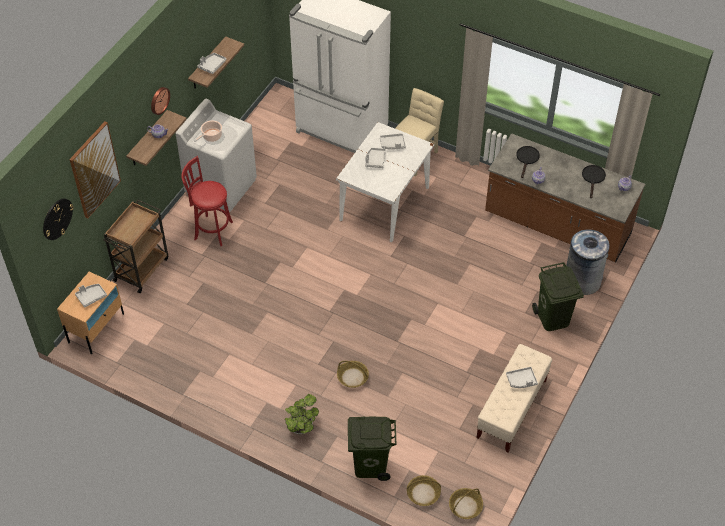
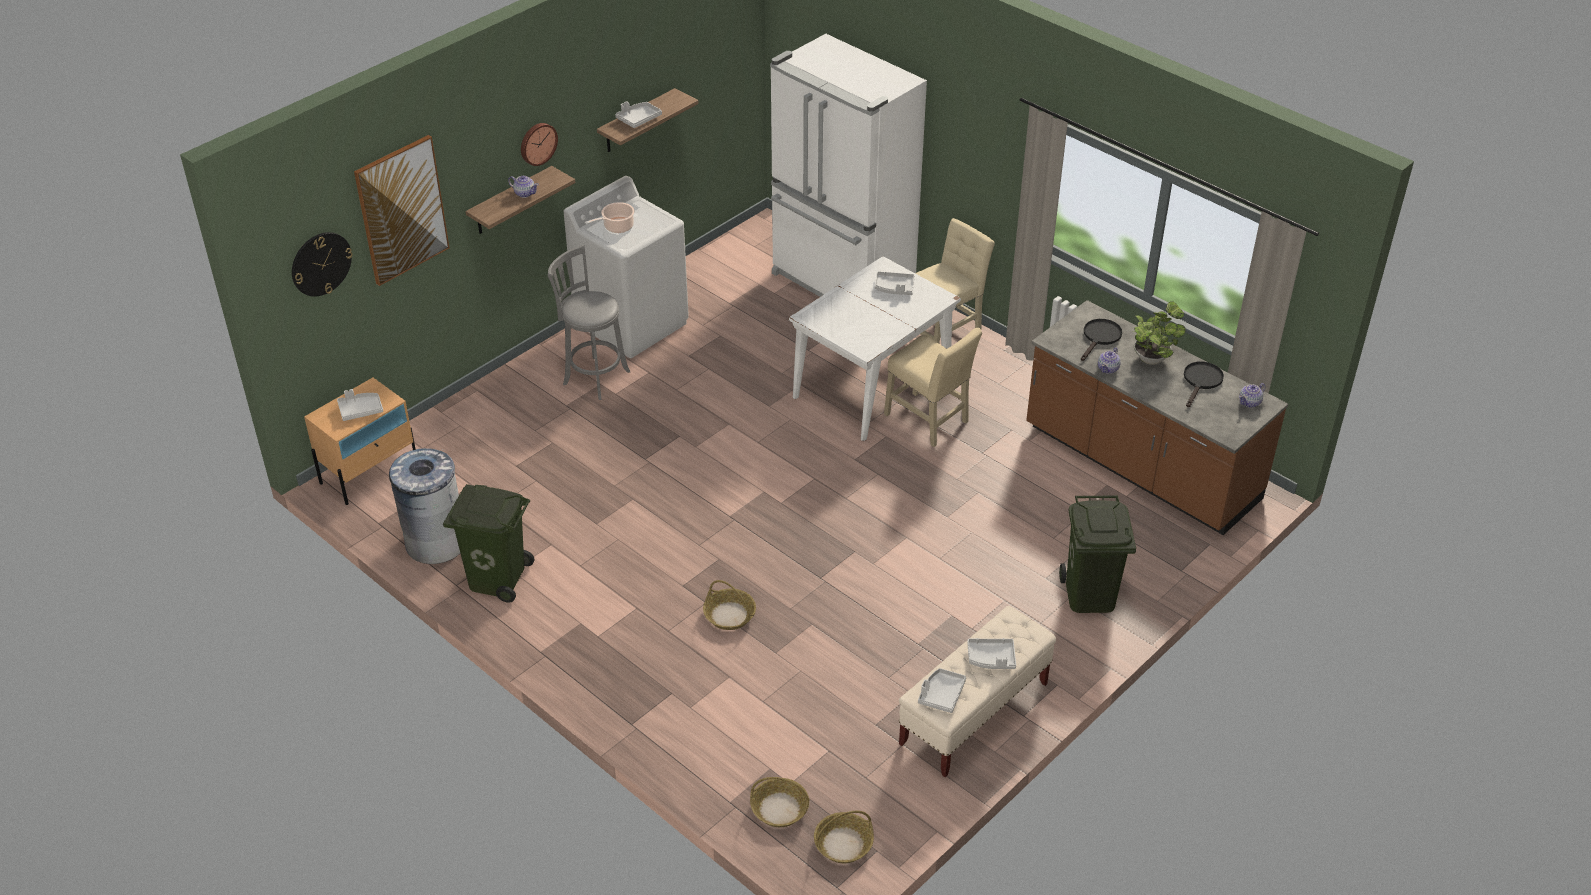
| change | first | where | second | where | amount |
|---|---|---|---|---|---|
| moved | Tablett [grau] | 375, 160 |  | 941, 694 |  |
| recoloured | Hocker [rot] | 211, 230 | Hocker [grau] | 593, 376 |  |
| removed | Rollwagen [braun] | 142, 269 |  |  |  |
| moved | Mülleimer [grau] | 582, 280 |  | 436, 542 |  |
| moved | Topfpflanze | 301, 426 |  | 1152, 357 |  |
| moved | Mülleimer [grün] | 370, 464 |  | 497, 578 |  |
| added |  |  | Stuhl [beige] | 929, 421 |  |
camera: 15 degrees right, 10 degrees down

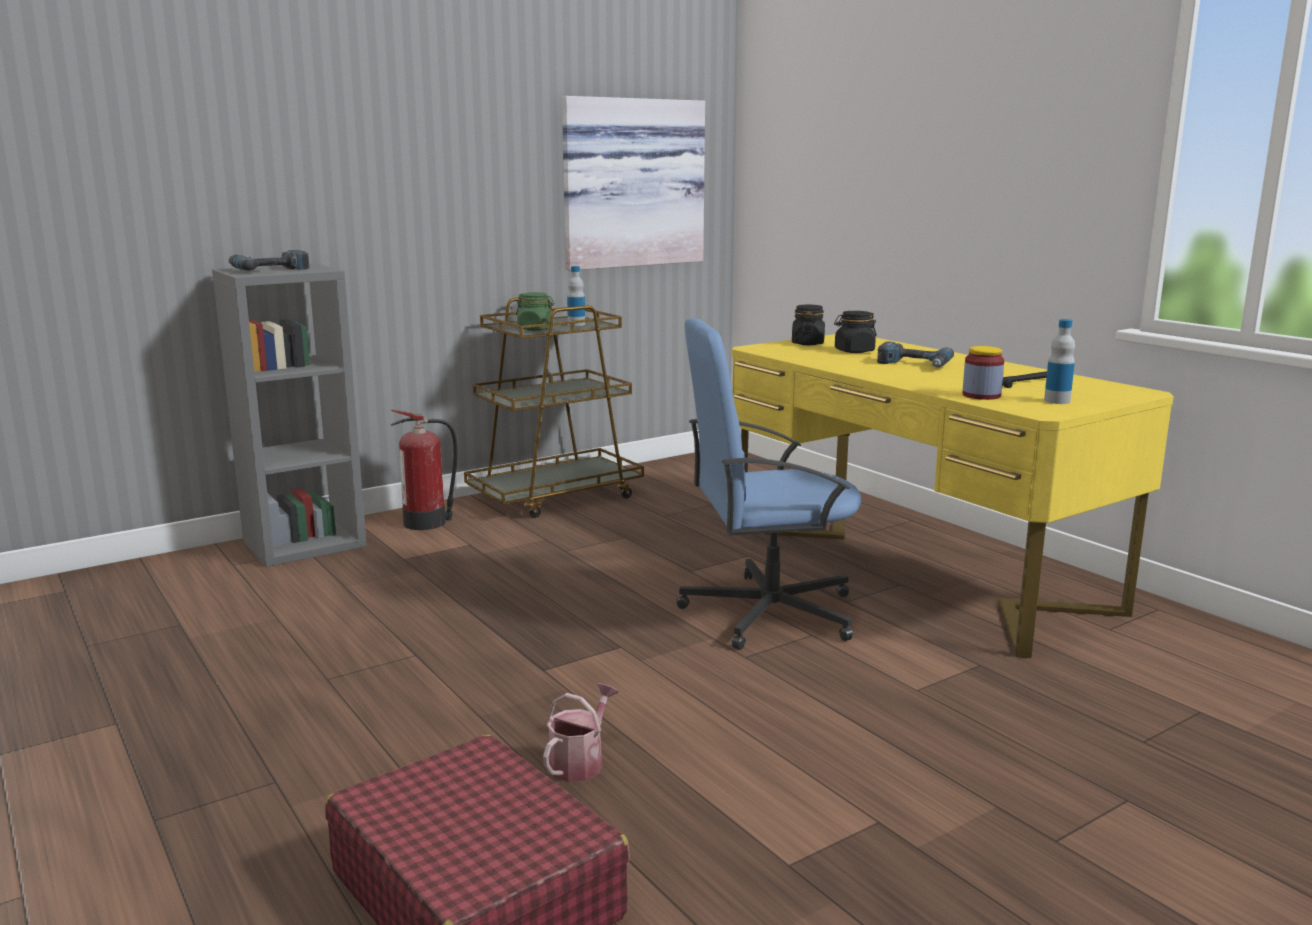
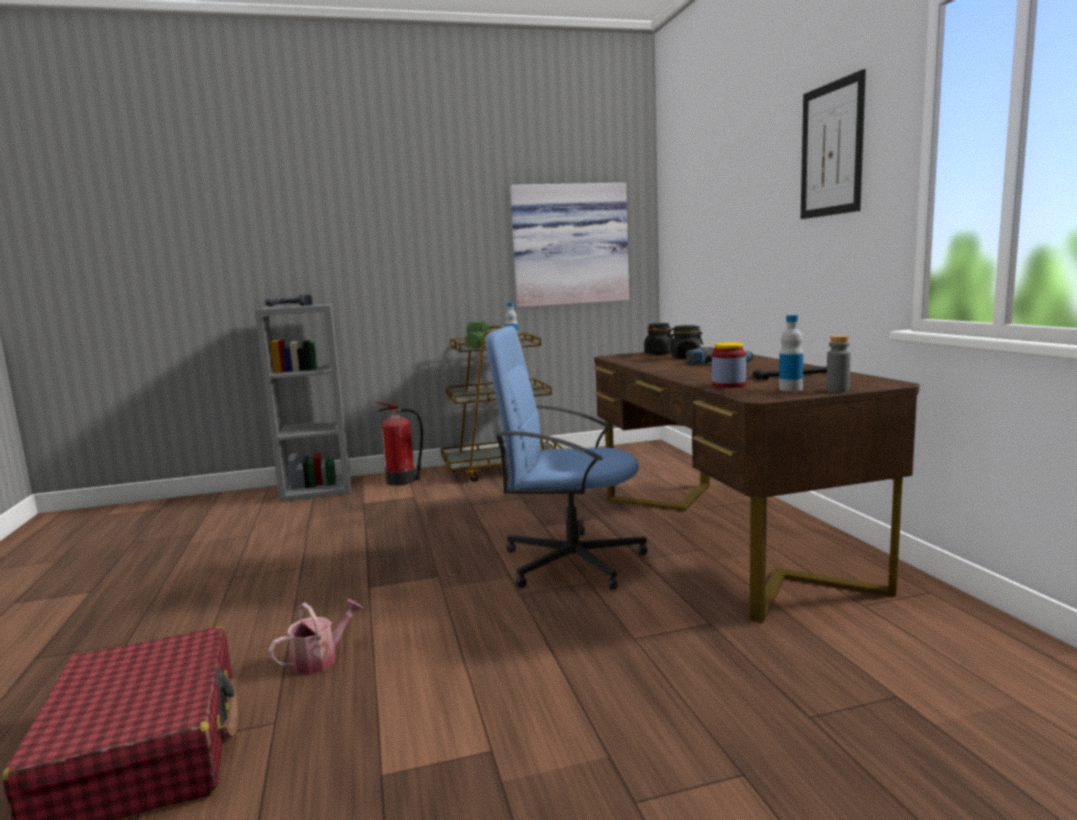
| change | first | where | second | where | amount |
|---|---|---|---|---|---|
| recoloured | Schreibtisch [gelb] | 914, 568 | Schreibtisch [braun] | 724, 537 |  |
| added |  |  | Bild | 831, 150 |  |
| added |  |  | Flasche [grau] | 837, 390 |  |
camera: 20 degrees right, 5 degrees down

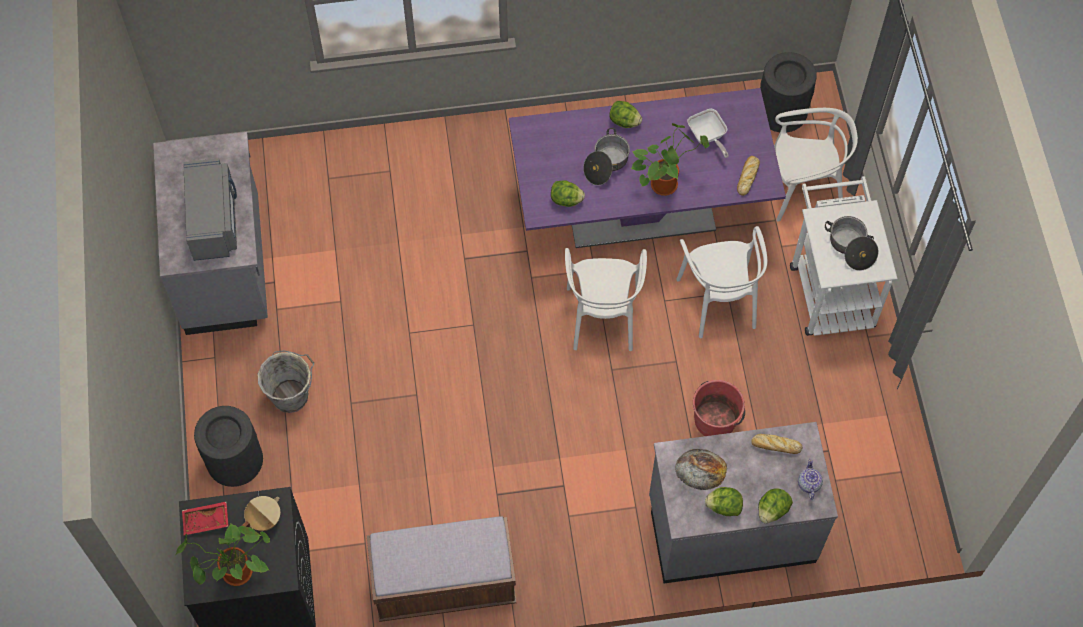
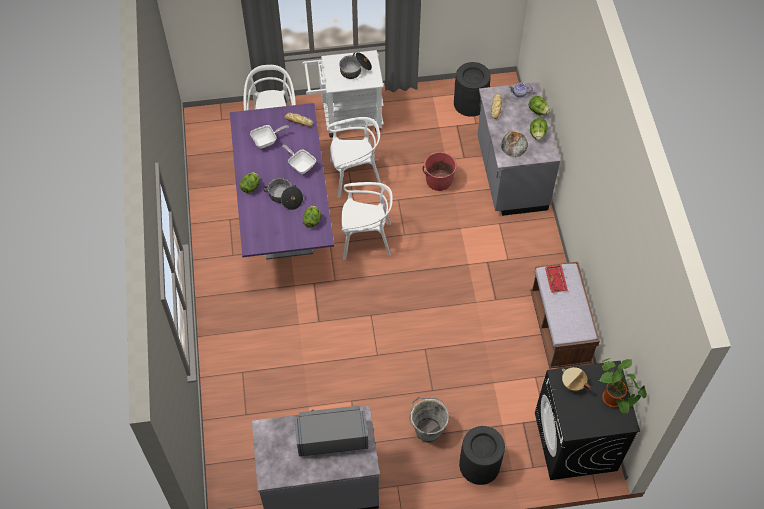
| change | first | where | second | where | amount |
|---|---|---|---|---|---|
| moved | Mülleimer [schwarz] | 782, 111 |  | 470, 103 |  |
| replaced | Topfpflanze | 665, 182 | Pfanne | 300, 165 |  |
| moved | Tablett [rot] | 206, 521 |  | 556, 280 |  |
camera: 90 degrees left, 5 degrees down

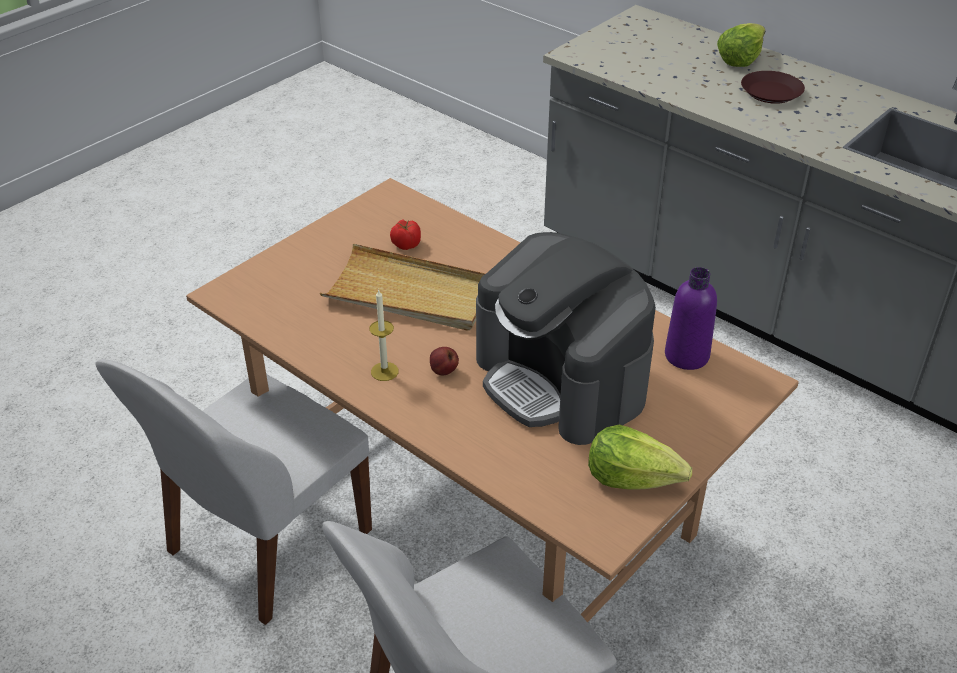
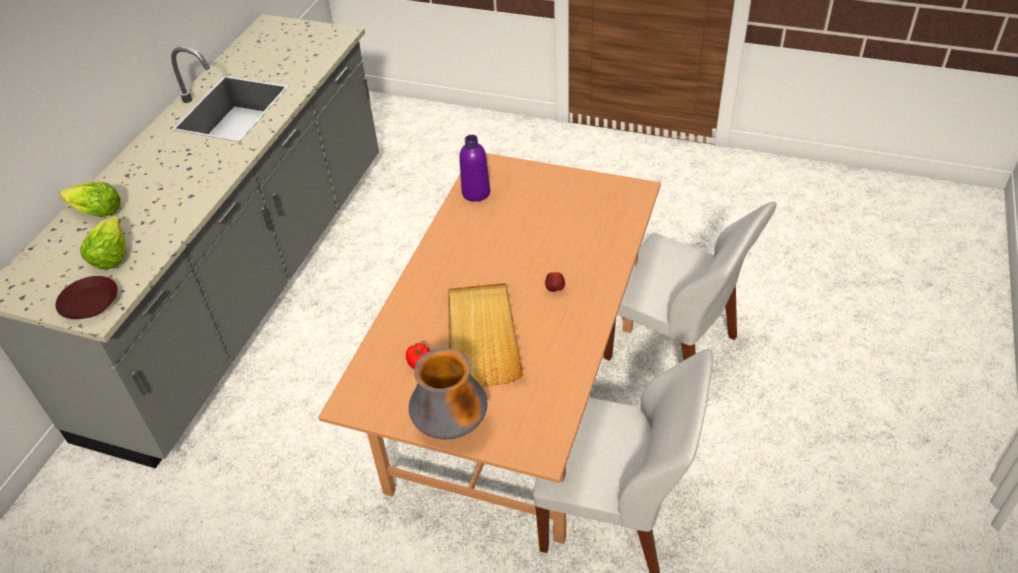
| change | first | where | second | where | amount |
|---|---|---|---|---|---|
| moved | Teller [braun] | 771, 93 |  | 90, 302 |  |
| removed | Kaffeemaschine | 561, 380 |  |  |  |
| removed | Kerze | 384, 371 |  |  |  |
| moved | Salatkopf | 633, 477 |  | 110, 255 |  |
| added |  |  | Vase | 451, 427 |  |
camera: 110 degrees left, 5 degrees up

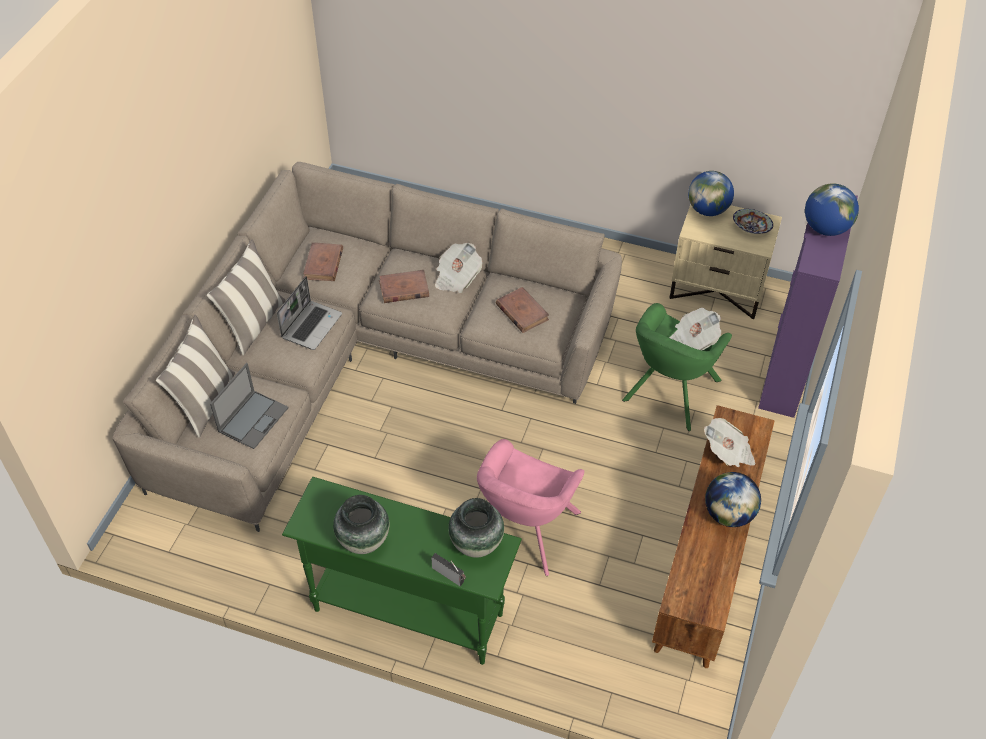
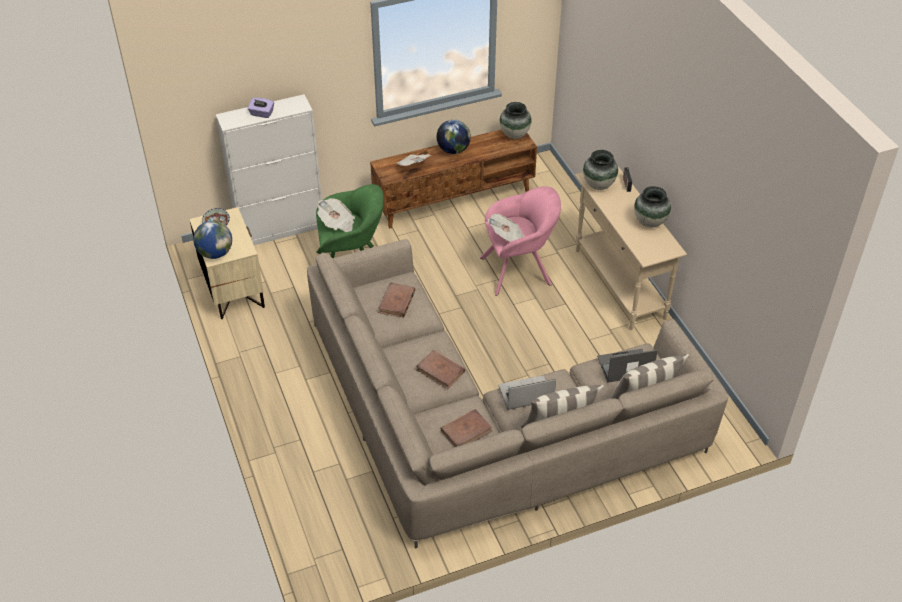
| change | first | where | second | where | amount |
|---|---|---|---|---|---|
| replaced | Globus | 825, 228 | Taschentuchbox [lila] | 261, 114 |  |
| recoloured | Schrank [lila] | 785, 371 | Schrank [weiß] | 281, 229 |  |
| moved | Zeitung | 457, 277 |  | 507, 236 |  |
| recoloured | Konsolentisch [grün] | 408, 611 | Konsolentisch [beige] | 619, 284 |  |
| added |  |  | Vase | 514, 135 |  |
camera: 130 degrees left, 5 degrees down

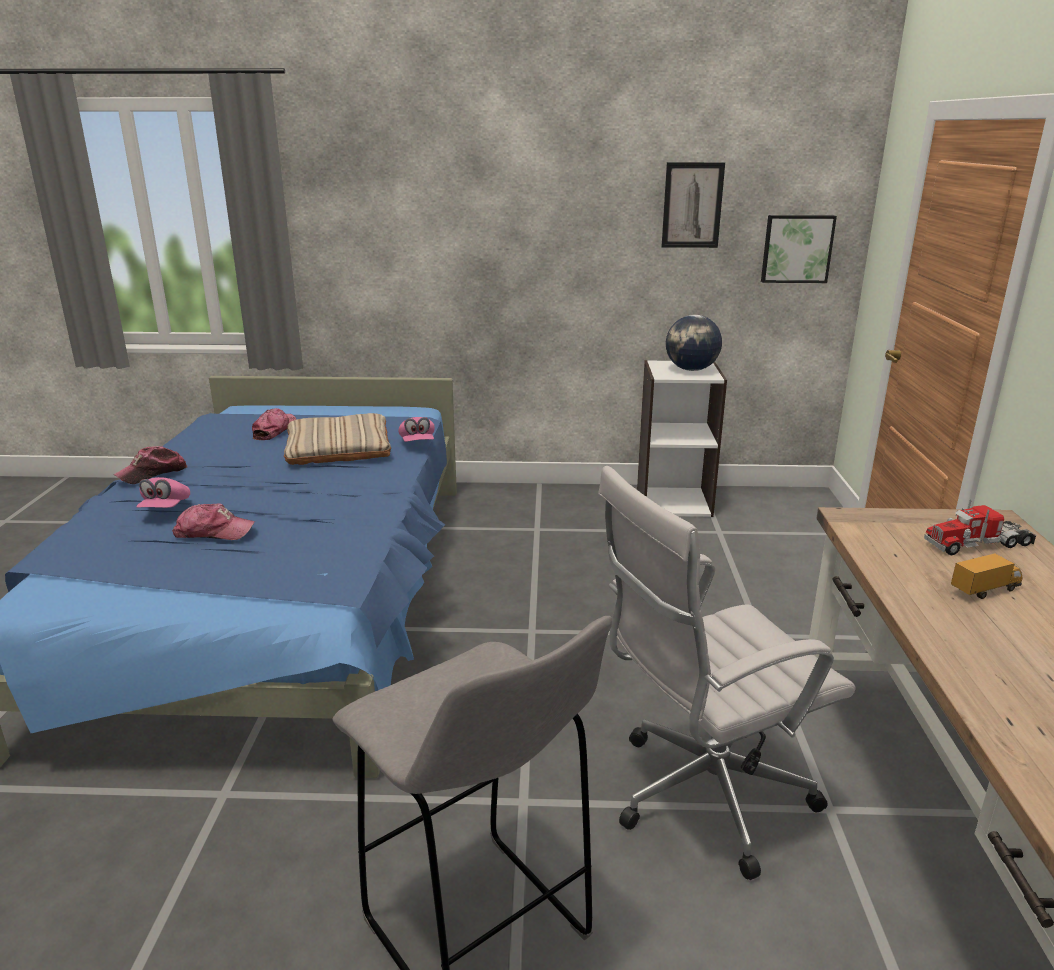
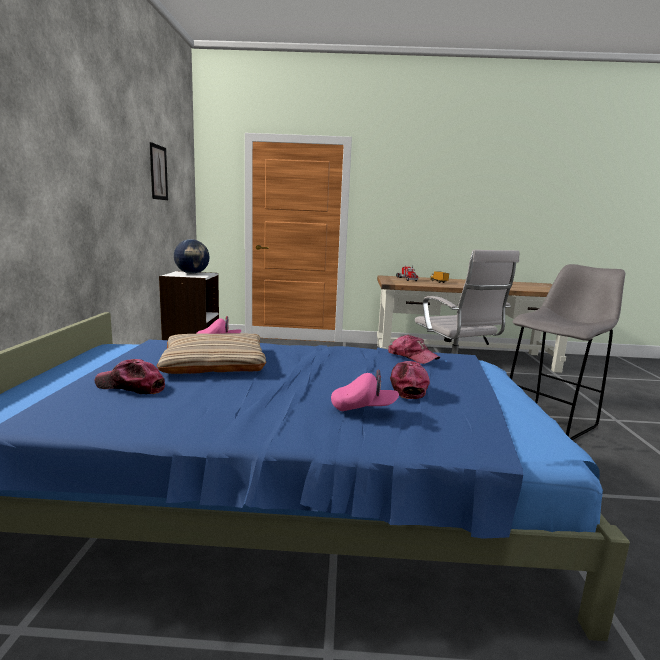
| change | first | where | second | where | amount |
|---|---|---|---|---|---|
| removed | Bild | 796, 248 |  |  |  |
| moved | Kappe | 153, 473 |  | 412, 357 |  |
camera: 90 degrees left, 10 degrees down

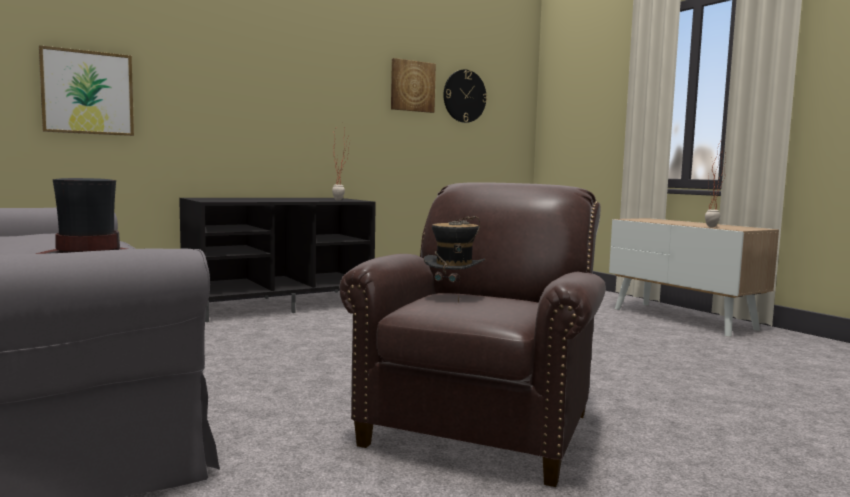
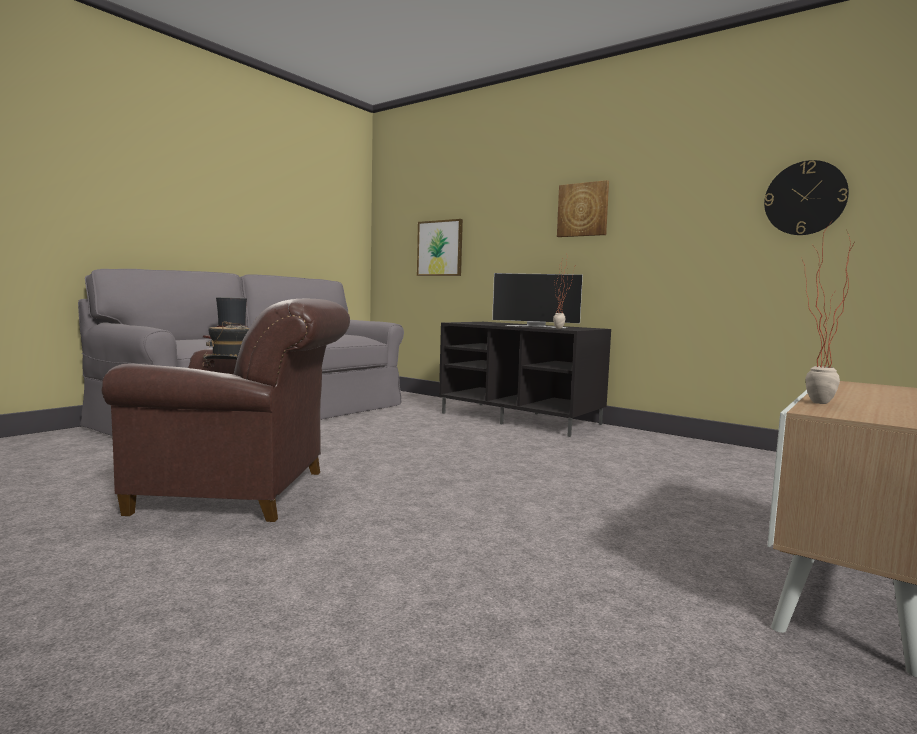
| change | first | where | second | where | amount |
|---|---|---|---|---|---|
| moved | Bild | 412, 86 |  | 583, 210 |  |
| added |  |  | Fernseher | 536, 326 |  |
camera: 70 degrees right, 0 degrees up

